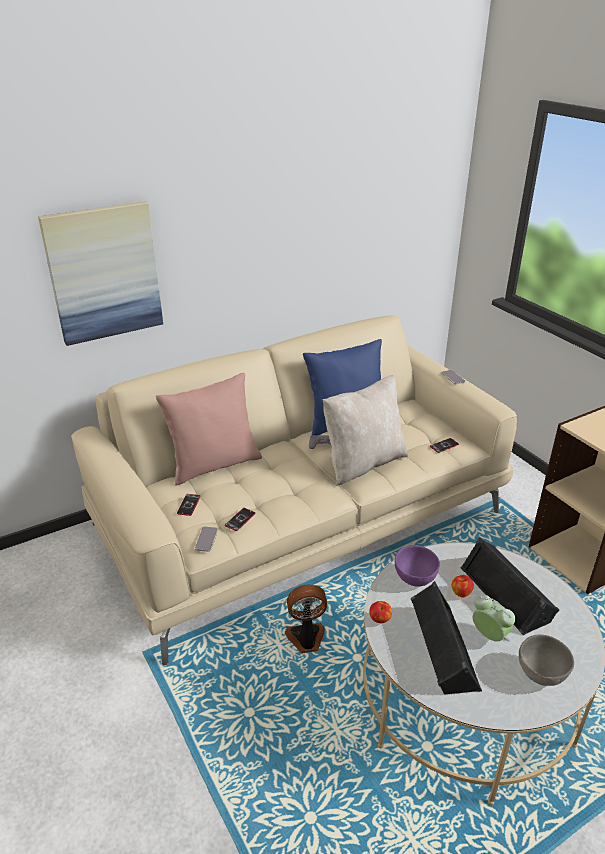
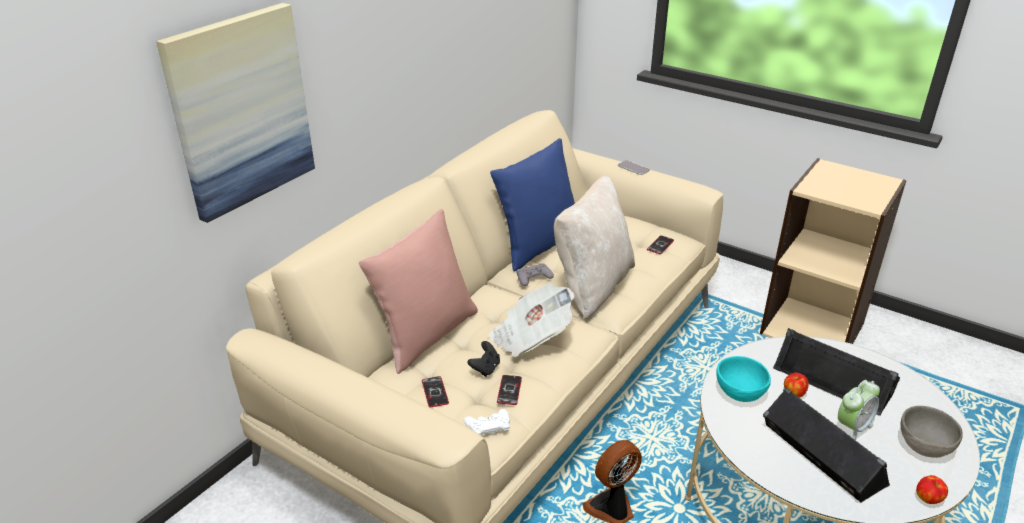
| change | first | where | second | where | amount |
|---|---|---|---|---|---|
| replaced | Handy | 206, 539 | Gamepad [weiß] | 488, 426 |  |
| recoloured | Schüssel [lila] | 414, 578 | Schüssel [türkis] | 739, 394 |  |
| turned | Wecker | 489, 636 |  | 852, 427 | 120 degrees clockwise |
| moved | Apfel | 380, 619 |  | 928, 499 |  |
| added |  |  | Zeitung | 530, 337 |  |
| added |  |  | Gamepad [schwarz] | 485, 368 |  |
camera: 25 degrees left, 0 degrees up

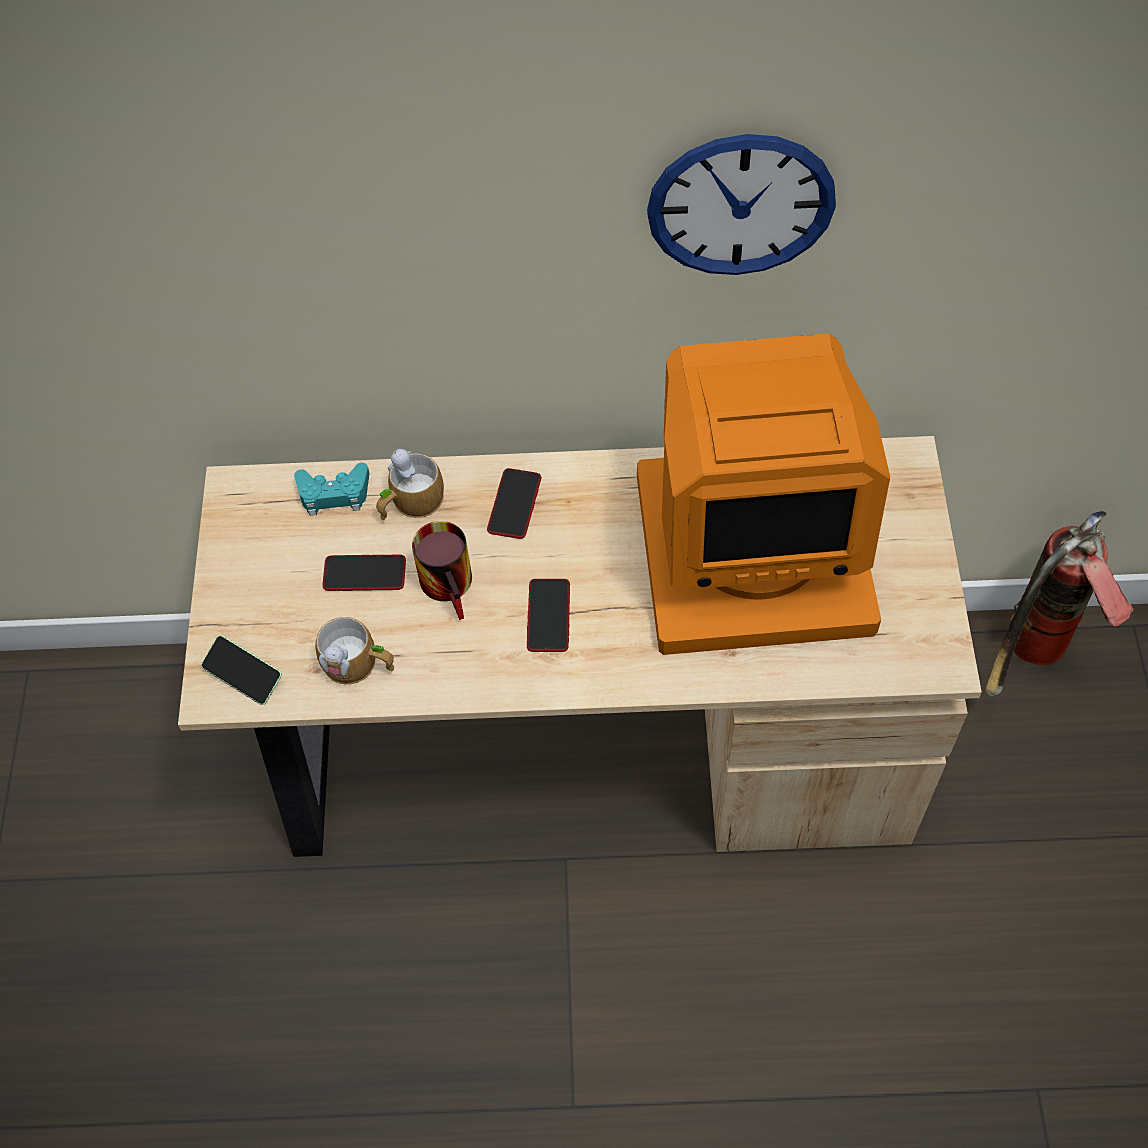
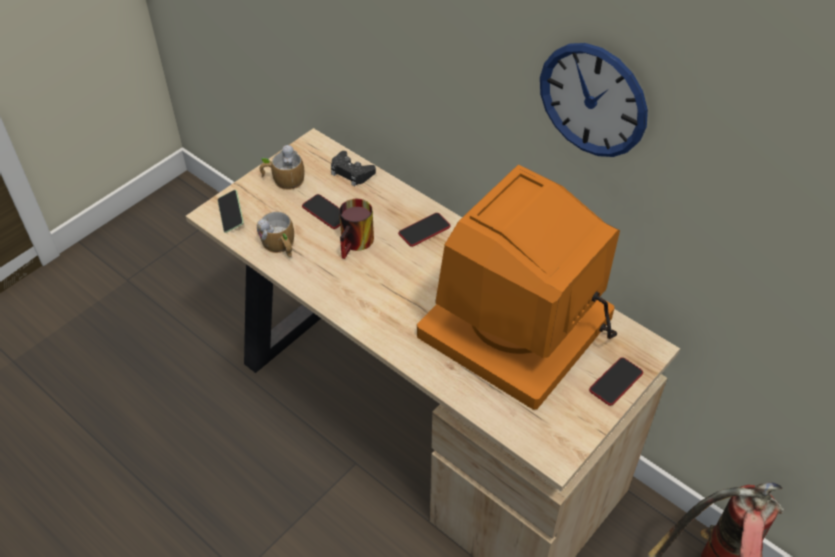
| change | first | where | second | where | amount |
|---|---|---|---|---|---|
| turned | Monitor | 753, 547 |  | 518, 329 | 90 degrees clockwise |
| moved | Henkelbecher | 410, 502 |  | 283, 179 |  |
| recoloured | Gamepad [türkis] | 334, 493 | Gamepad [schwarz] | 351, 172 |  |
| moved | Handy | 548, 616 |  | 616, 382 |  |
camera: 40 degrees right, 10 degrees down

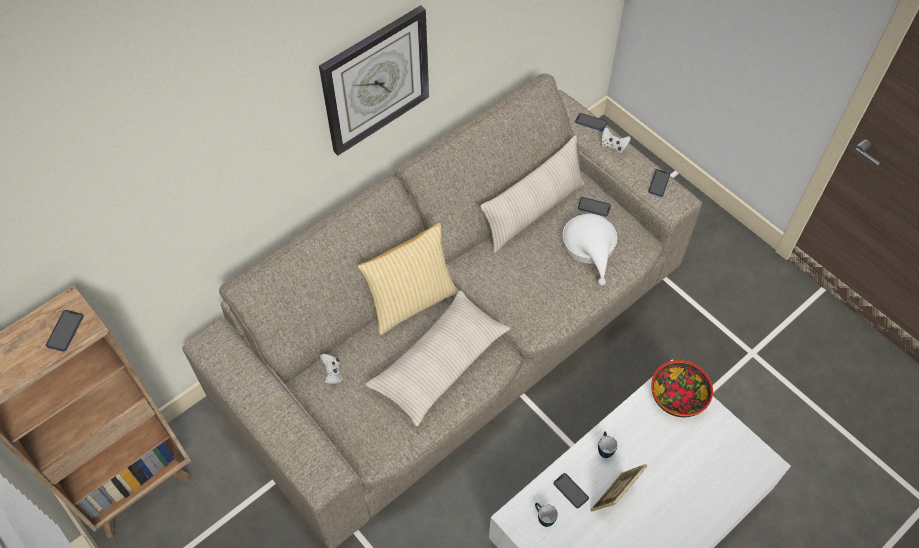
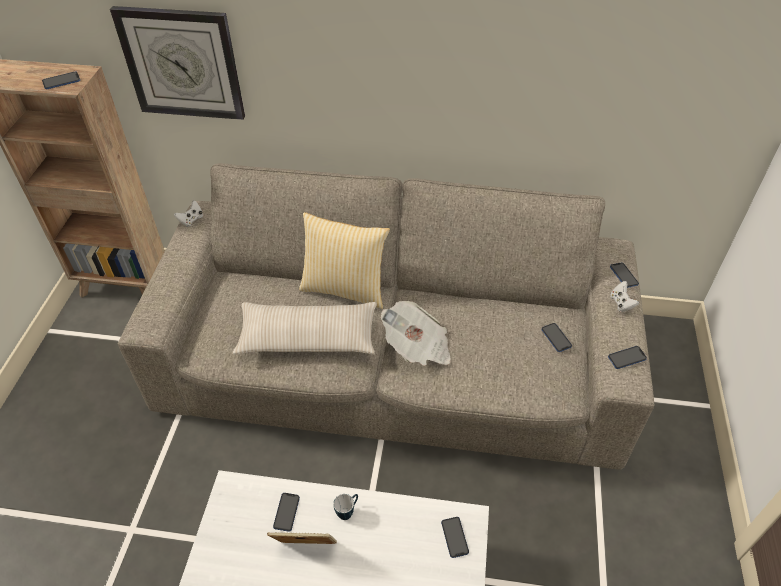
| change | first | where | second | where | amount |
|---|---|---|---|---|---|
| moved | Wanduhr | 375, 80 |  | 182, 63 |  |
| removed | Kissen [beige] | 533, 212 |  |  |  |
| removed | Hut [weiß] | 590, 247 |  |  |  |
| moved | Gamepad [weiß] | 332, 373 |  | 191, 220 |  |
| replaced | Schüssel | 678, 397 | Handy | 454, 537 |  |
| removed | Henkelbecher | 543, 518 |  |  |  |
| added |  |  | Zeitung | 417, 347 |  |
camera: 50 degrees right, 10 degrees down

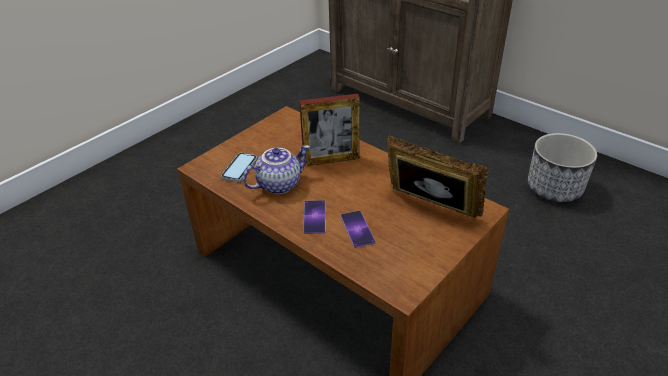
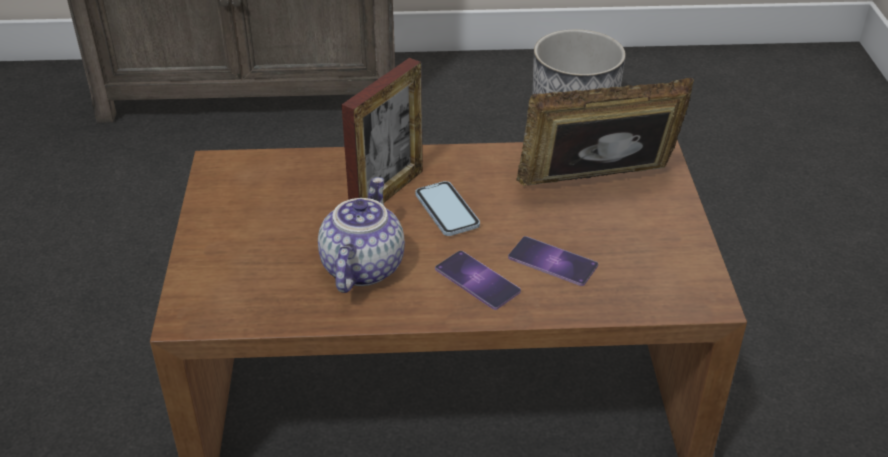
| change | first | where | second | where | amount |
|---|---|---|---|---|---|
| moved | Handy | 239, 168 |  | 447, 210 |  |
camera: 45 degrees left, 0 degrees up

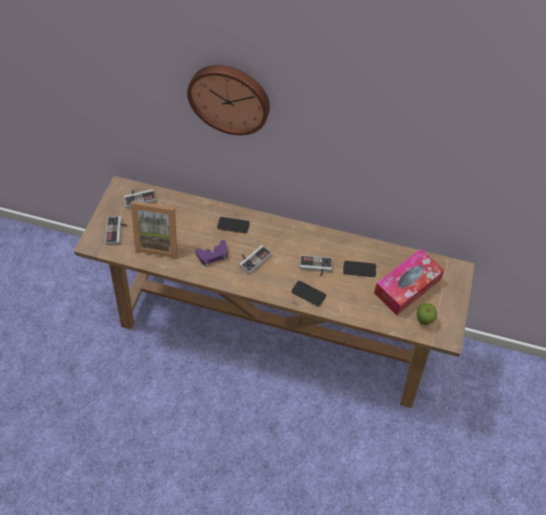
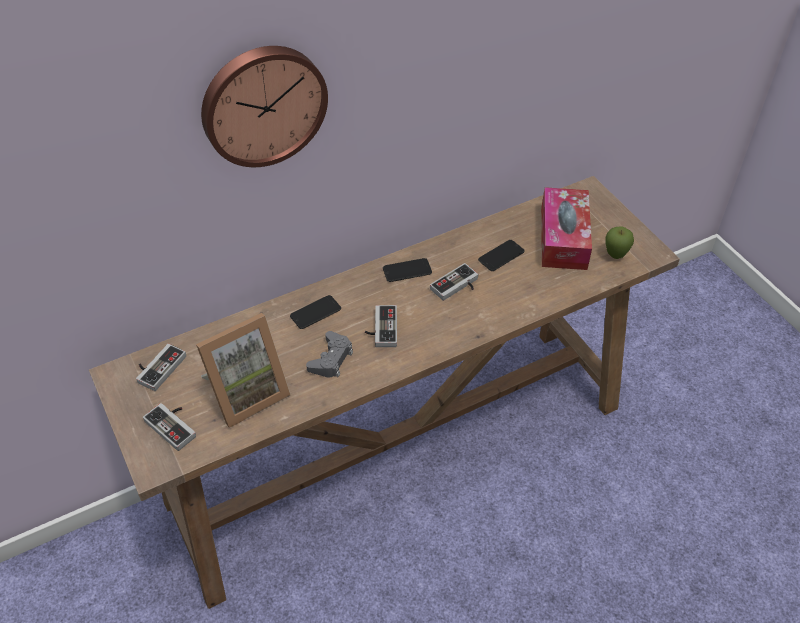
| change | first | where | second | where | amount |
|---|---|---|---|---|---|
| recoloured | Gamepad [lila] | 213, 255 | Gamepad [grau] | 331, 359 |  |
| moved | Handy | 308, 293 |  | 407, 271 |  |
camera: 45 degrees left, 10 degrees down

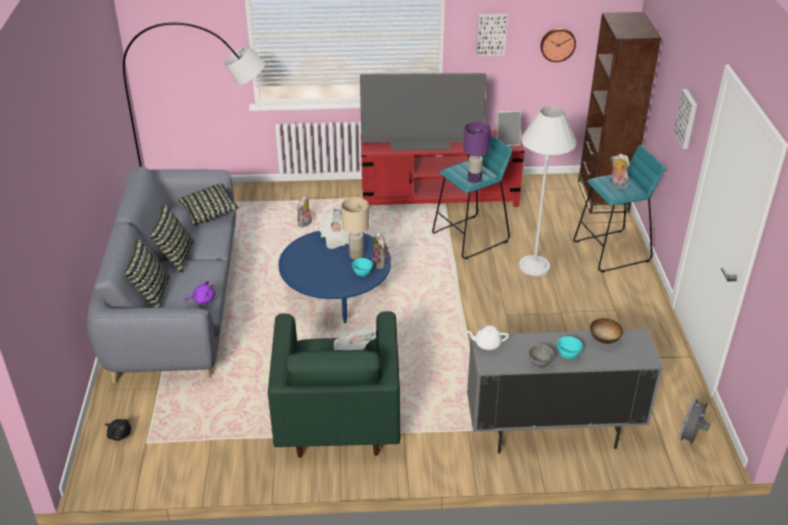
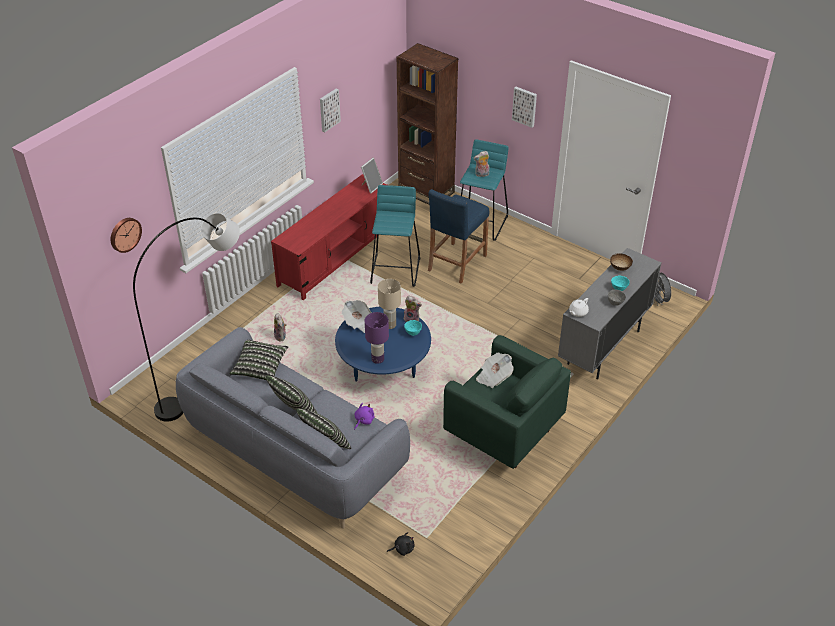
| change | first | where | second | where | amount |
|---|---|---|---|---|---|
| moved | Wanduhr | 557, 44 |  | 124, 234 |  |
| removed | Fernseher | 420, 142 |  |  |  |
| replaced | Stehlampe [weiß] | 534, 266 | Hocker [blau] | 457, 262 |  |
| moved | Tischlampe [lila] | 474, 179 |  | 377, 359 |  |
camera: 50 degrees left, 5 degrees up

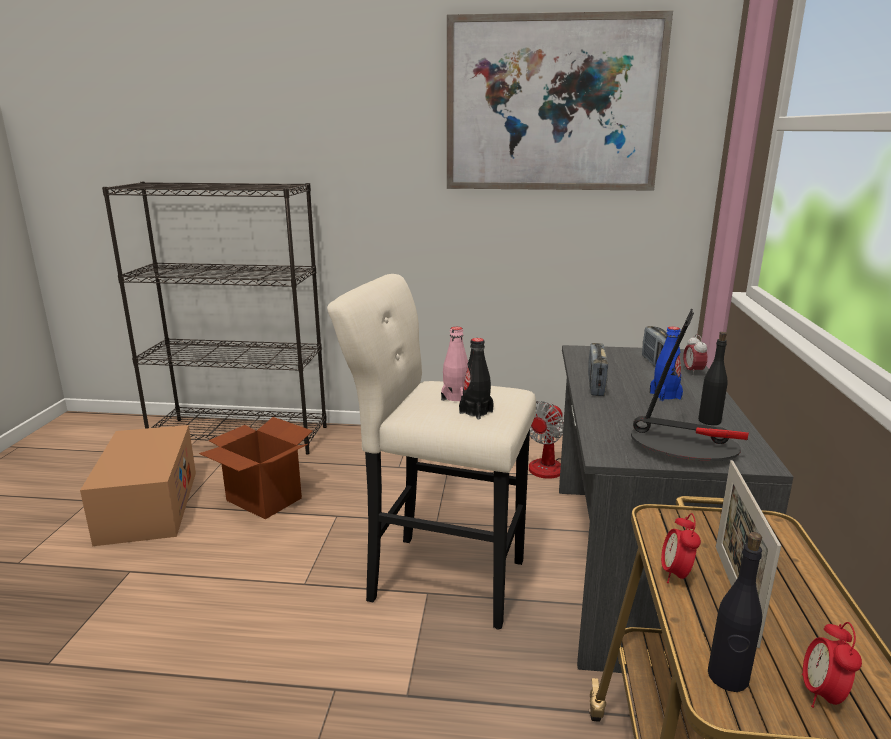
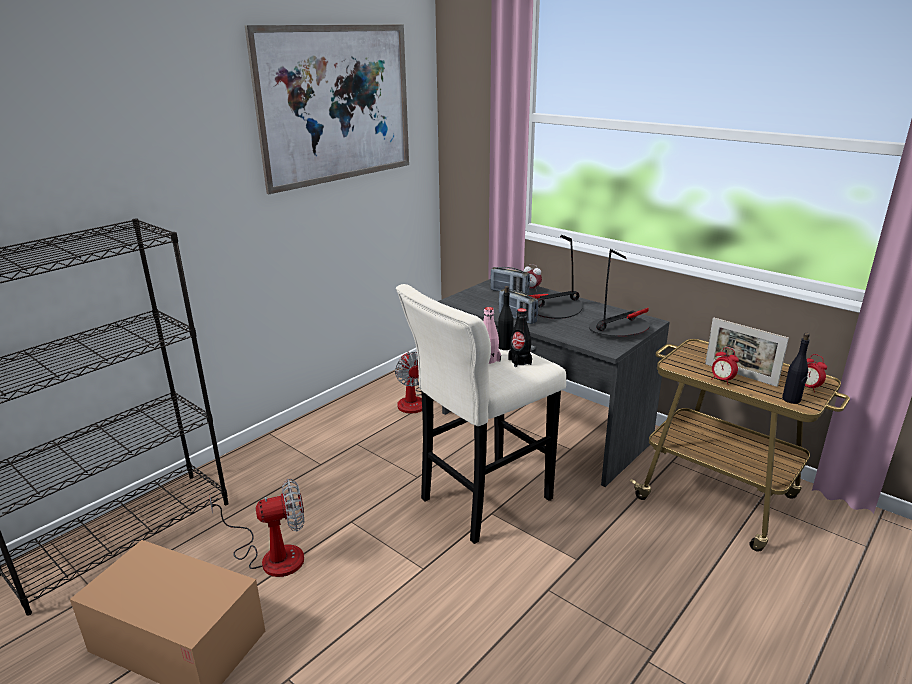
| change | first | where | second | where | amount |
|---|---|---|---|---|---|
| replaced | Flasche [blau] | 665, 395 | Tischlampe | 554, 308 |  |
| moved | Flasche [schwarz] | 709, 421 |  | 505, 347 |  |
| replaced | Karton | 263, 499 | Ventilator | 272, 555 |  |
camera: 55 degrees left, 5 degrees up

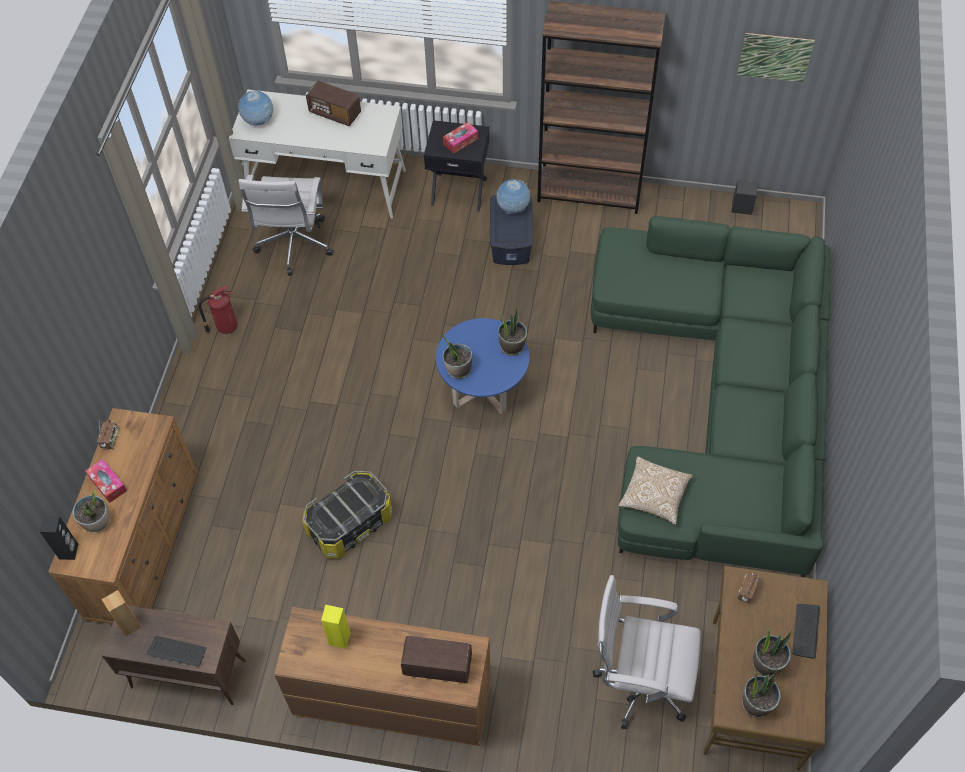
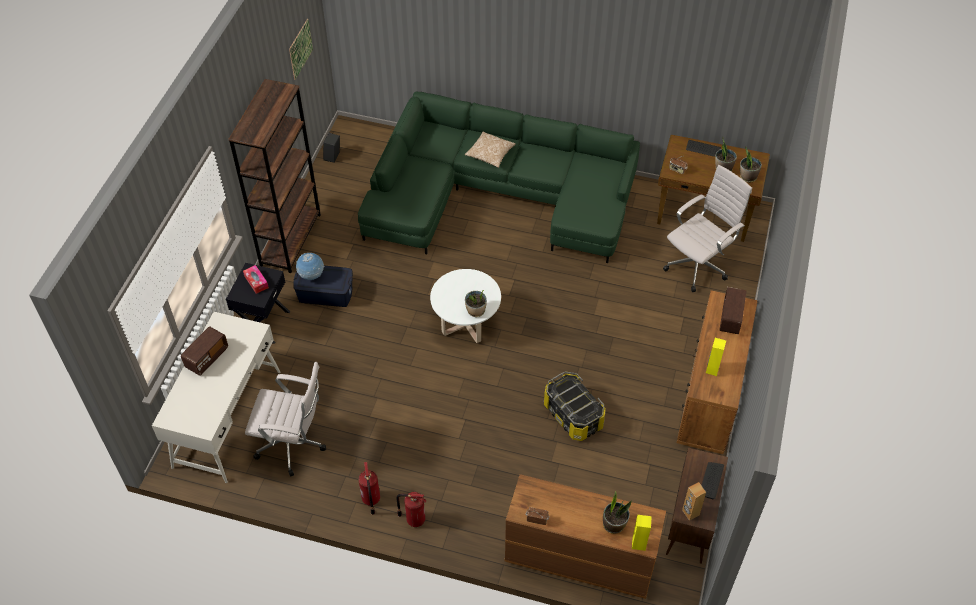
| change | first | where | second | where | amount |
|---|---|---|---|---|---|
| removed | Globus | 259, 121 |  |  |  |
| removed | Topfpflanze | 512, 346 |  |  |  |
| recoloured | Couchtisch [blau] | 483, 389 | Couchtisch [weiß] | 466, 324 |  |
| moved | Kissen | 654, 495 |  | 490, 155 |  |
| removed | Taschentuchbox | 107, 484 |  |  |  |
| recoloured | Lautsprecher [schwarz] | 69, 551 | Lautsprecher [gelb] | 638, 543 |  |
| turned | Bürostuhl [weiß] | 638, 682 |  | 698, 265 | 150 degrees counterclockwise |
| added |  |  | Feuerlöscher | 414, 519 |  |
camera: 85 degrees left, 5 degrees down

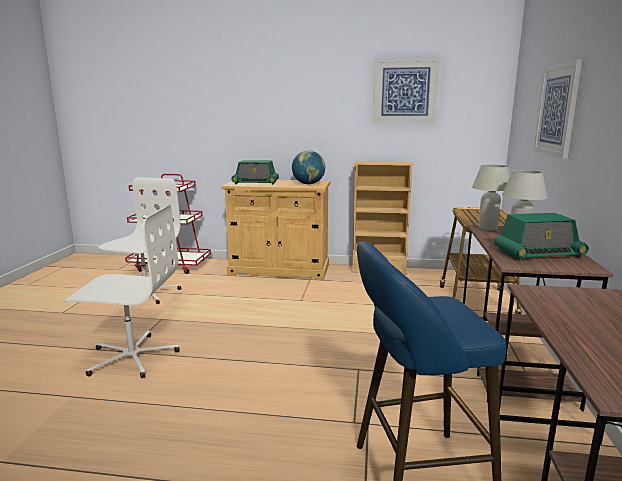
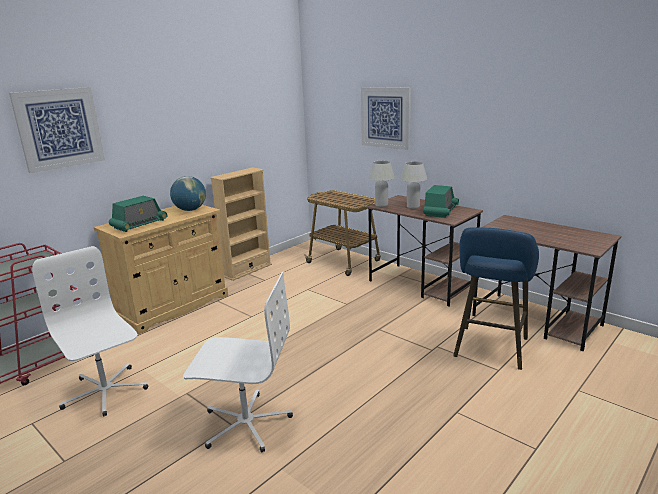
| change | first | where | second | where | amount |
|---|---|---|---|---|---|
| moved | Bild | 405, 91 |  | 59, 128 |  |
| turned | Bürostuhl [weiß] | 132, 357 |  | 246, 423 | 60 degrees clockwise |
camera: 55 degrees left, 5 degrees up

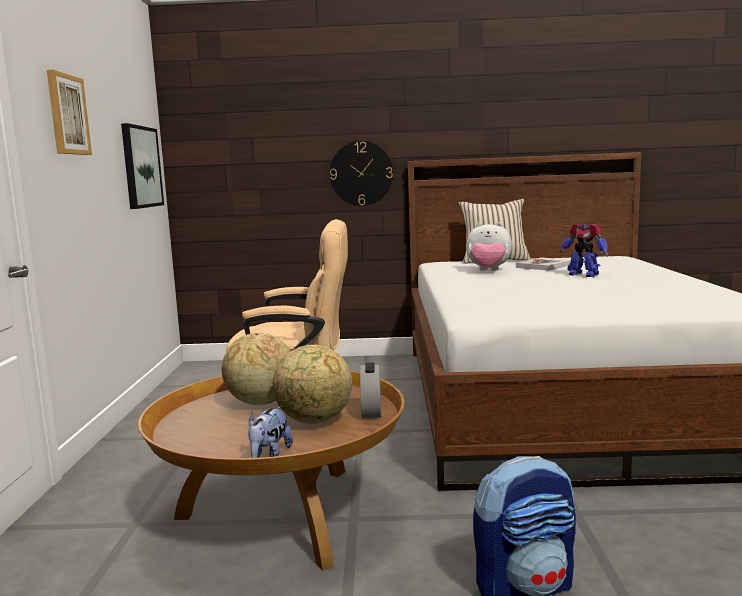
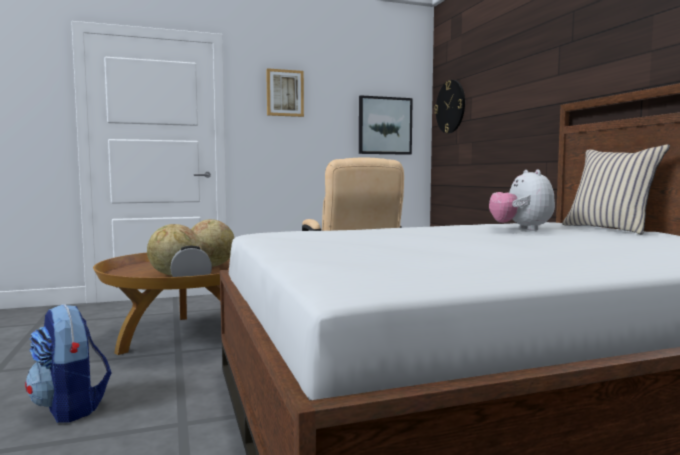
| change | first | where | second | where | amount |
|---|---|---|---|---|---|
| moved | Wanduhr | 361, 173 |  | 450, 106 |  |
| removed | Spielzeugroboter | 583, 274 |  |  |  |
| removed | Buch | 544, 266 |  |  |  |
| removed | Plüschtier | 269, 455 |  |  |  |
camera: 70 degrees right, 5 degrees down

